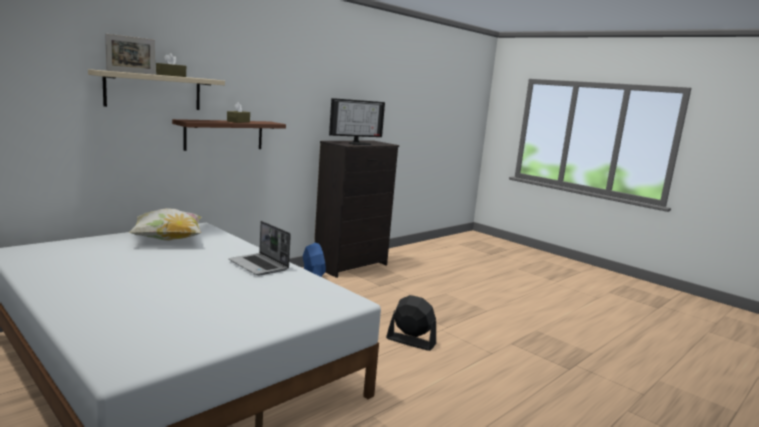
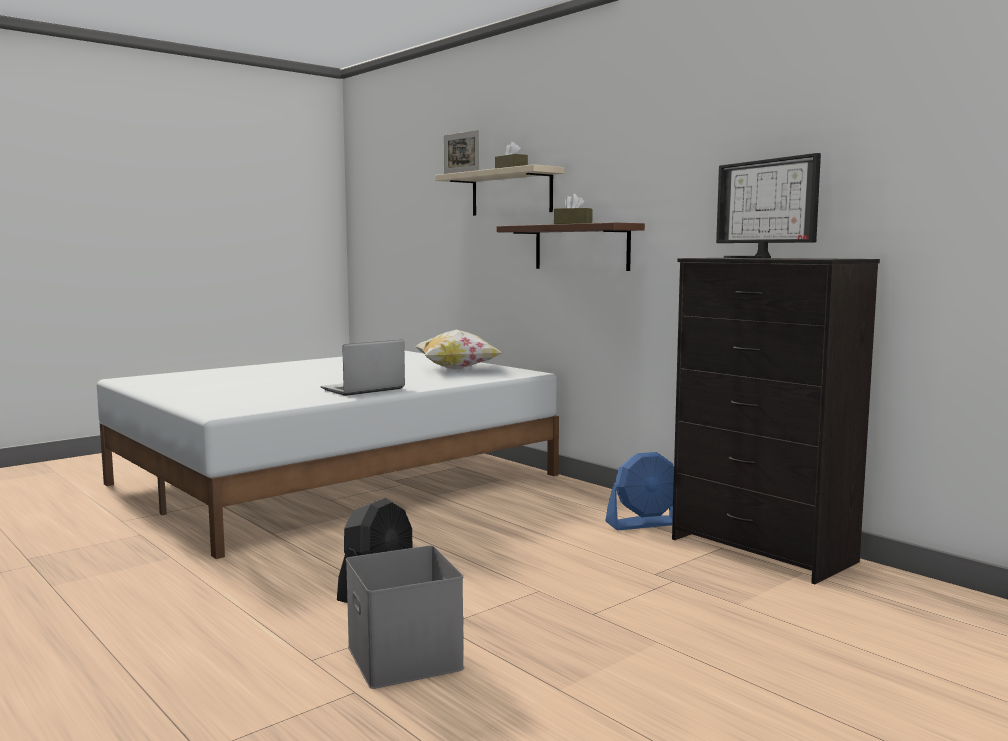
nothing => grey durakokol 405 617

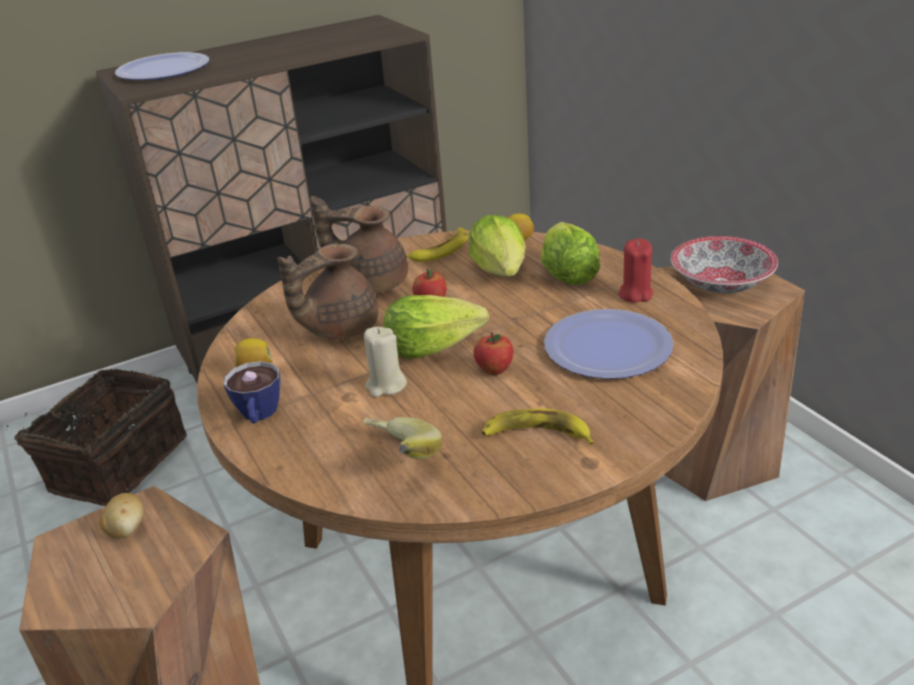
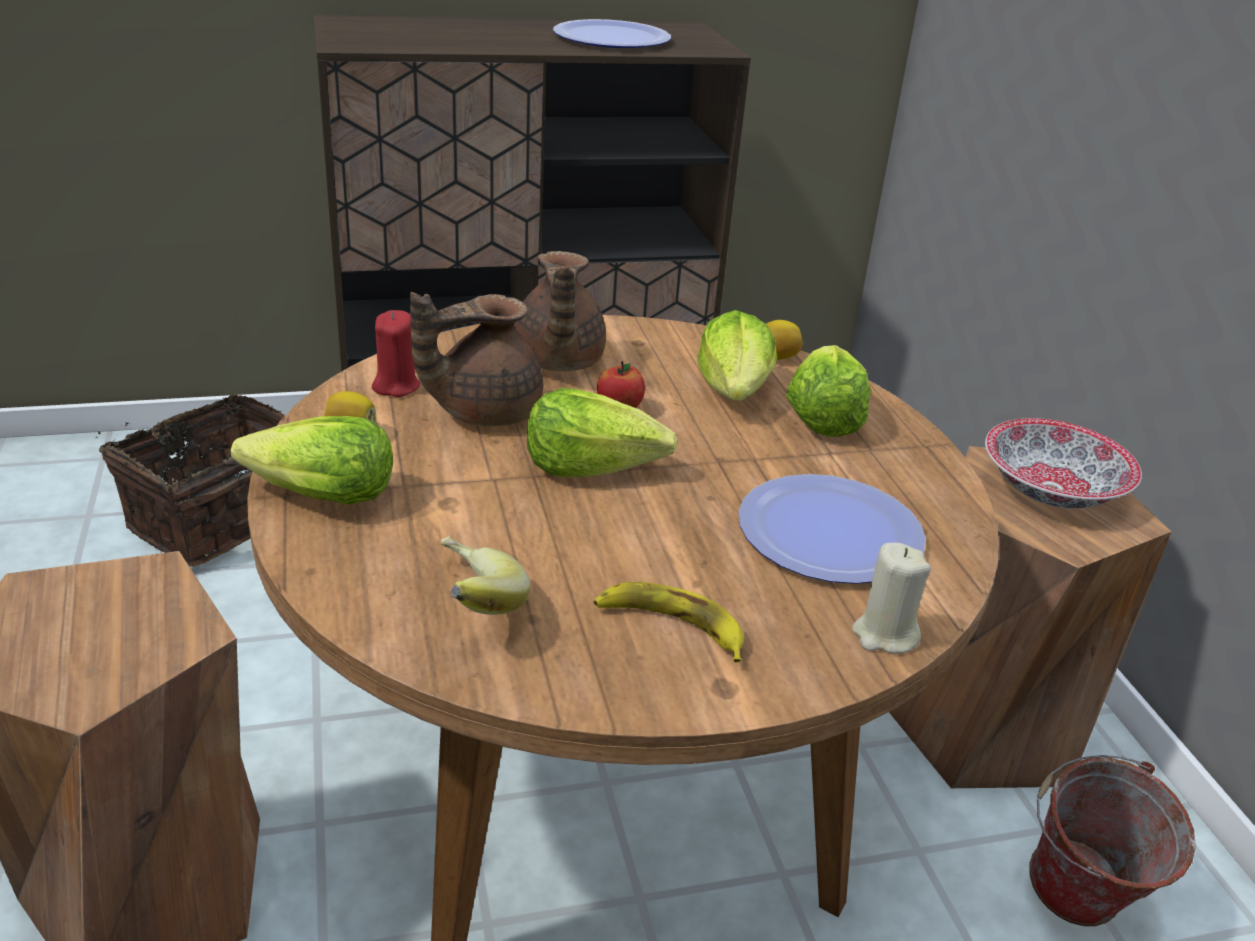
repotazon 121 515 => nothing
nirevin 162 66 => nirevin 612 33, moved
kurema 252 392 => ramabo 312 460
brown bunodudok 359 244 => brown bunodudok 560 311, 120 degrees counterclockwise
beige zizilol 385 362 => beige zizilol 891 598, moved
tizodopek 437 244 => nothing
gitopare 493 353 => nothing
red zizilol 636 271 => red zizilol 396 353, moved
nothing => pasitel 1112 840

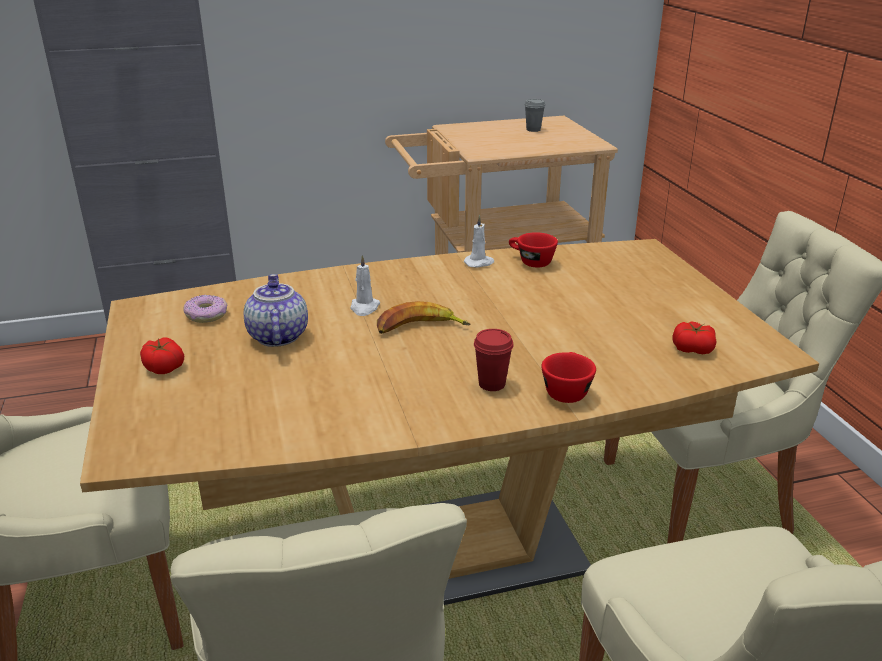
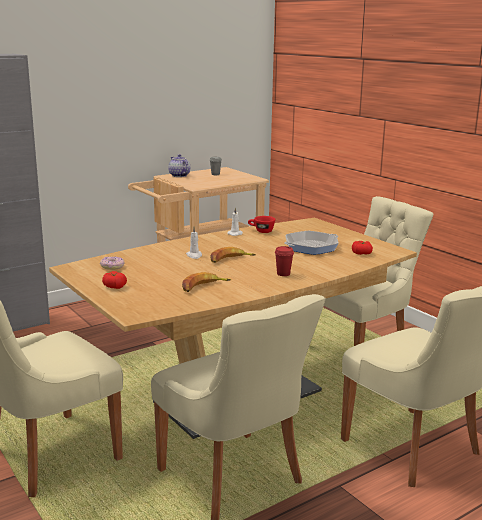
bunodudok 276 310 => bunodudok 179 165, moved
red kurema 568 377 => nothing
nothing => tizodopek 206 282
nothing => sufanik 311 243

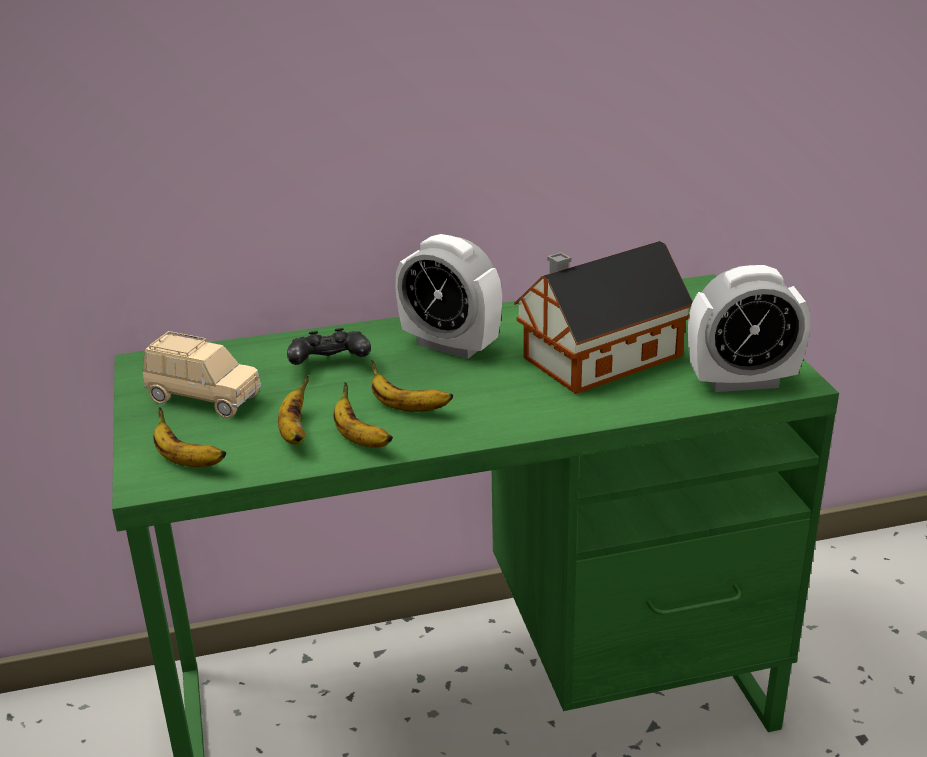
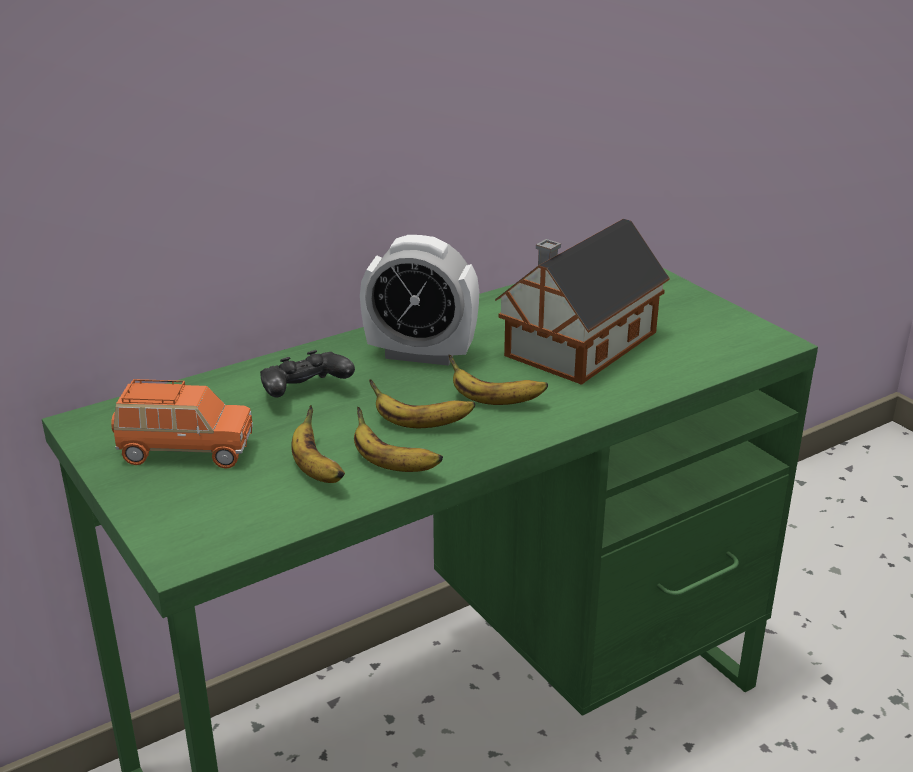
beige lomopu 202 375 => orange lomopu 182 424
tizodopek 189 437 => tizodopek 498 380, moved
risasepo 749 328 => nothing

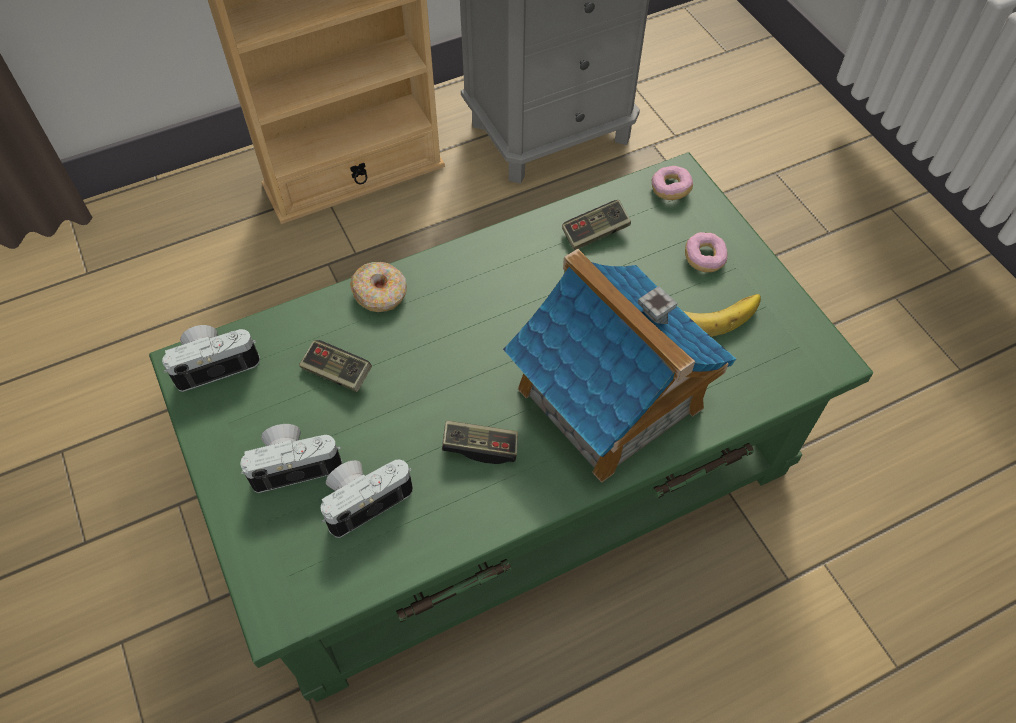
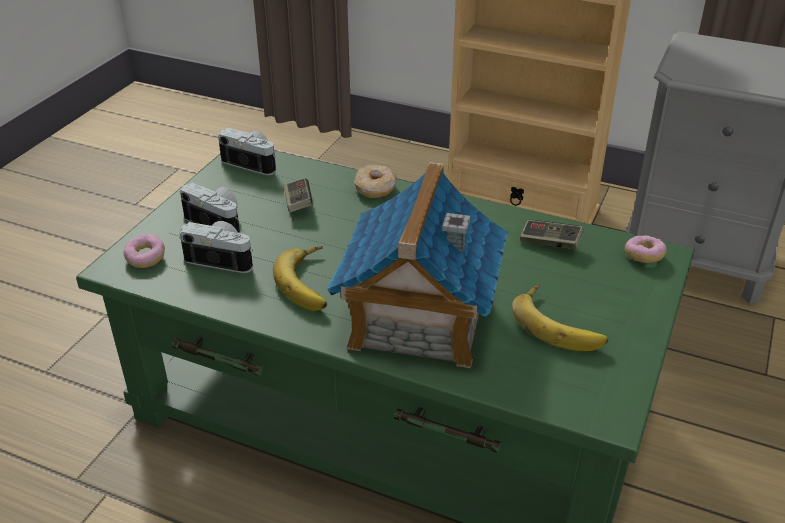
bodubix 480 442 => tizodopek 300 278
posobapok 706 252 => posobapok 144 251, moved

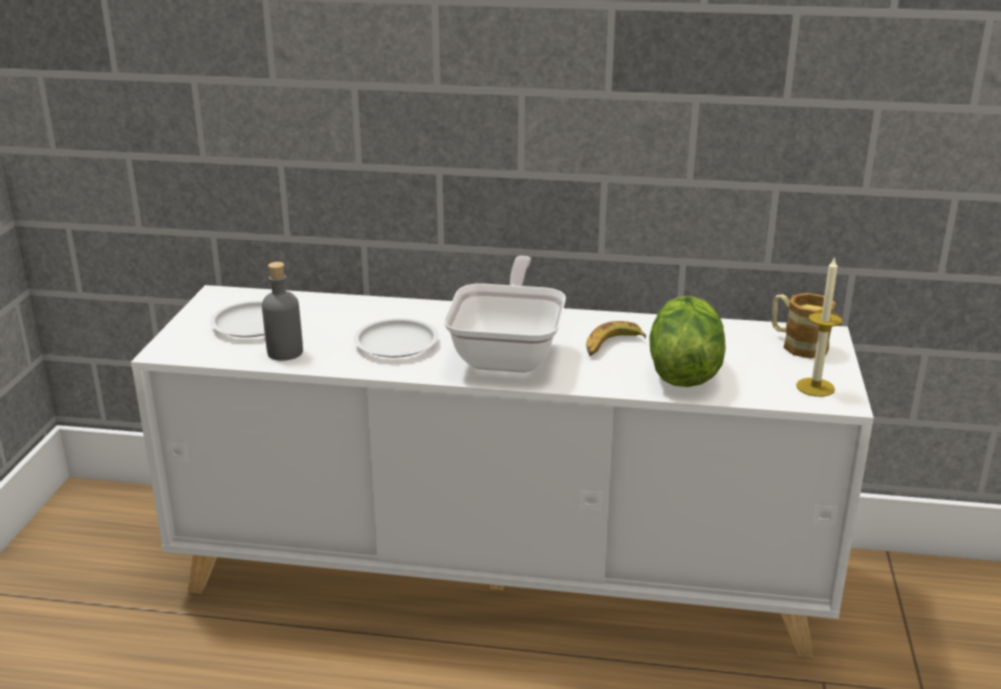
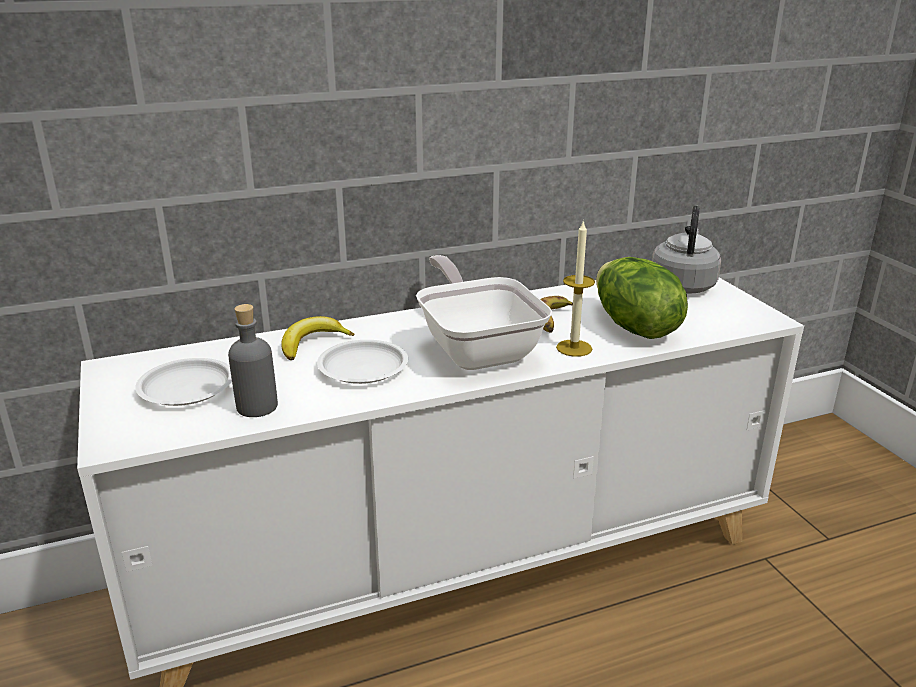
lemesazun 804 326 => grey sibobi 686 249
zizilol 819 326 => zizilol 575 288, moved
nothing => tizodopek 318 338

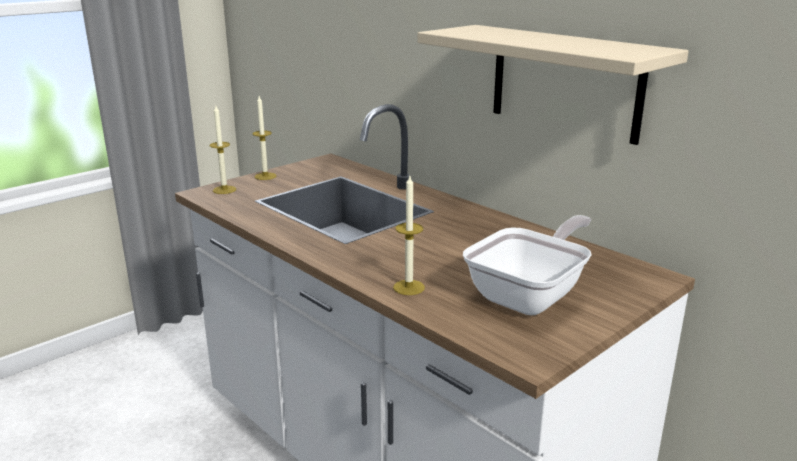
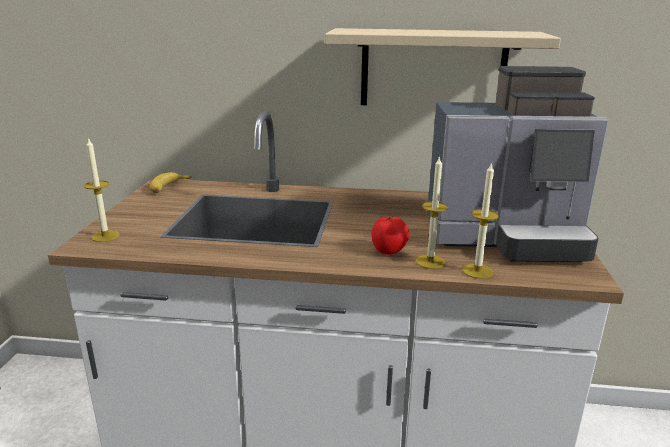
zizilol 264 138 => zizilol 480 220, moved
sufanik 527 265 => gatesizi 518 164
nothing => tizodopek 170 182
nothing => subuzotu 390 235

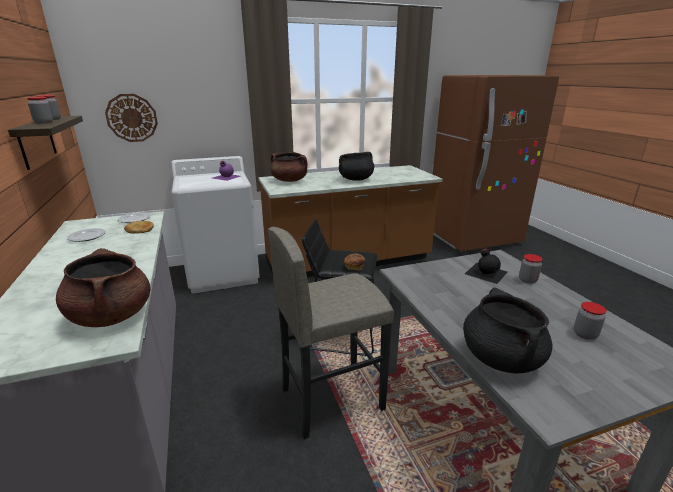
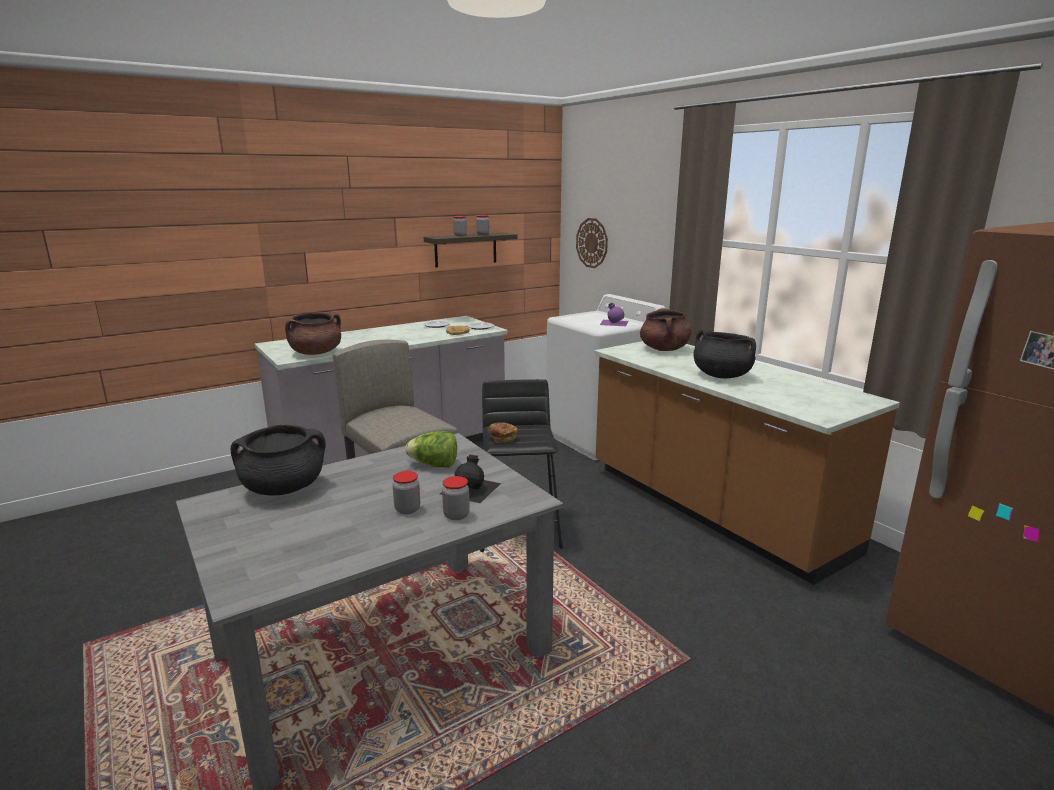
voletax 590 321 => voletax 406 492, moved
nothing => ramabo 431 449

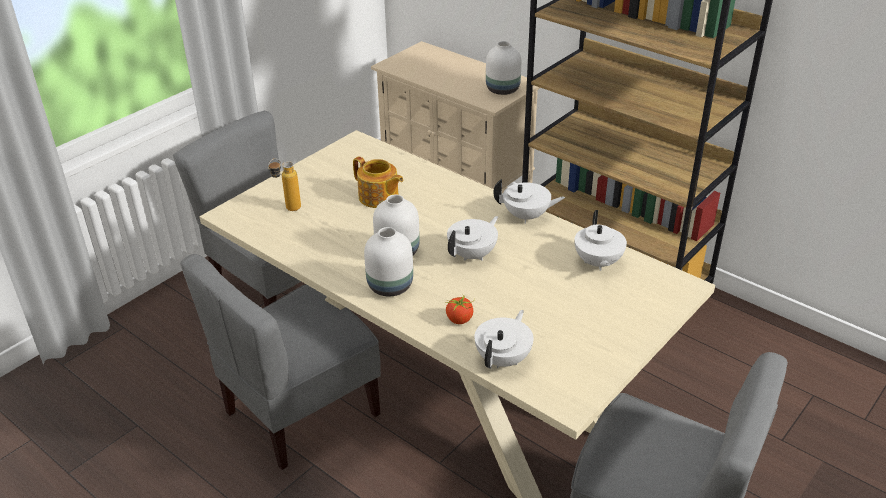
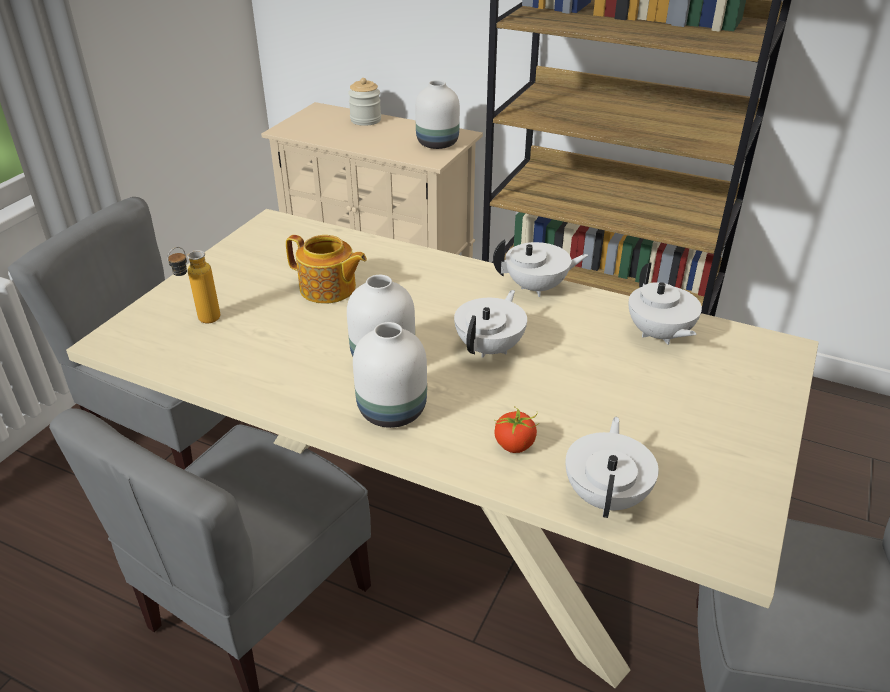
nothing => voletax 364 102

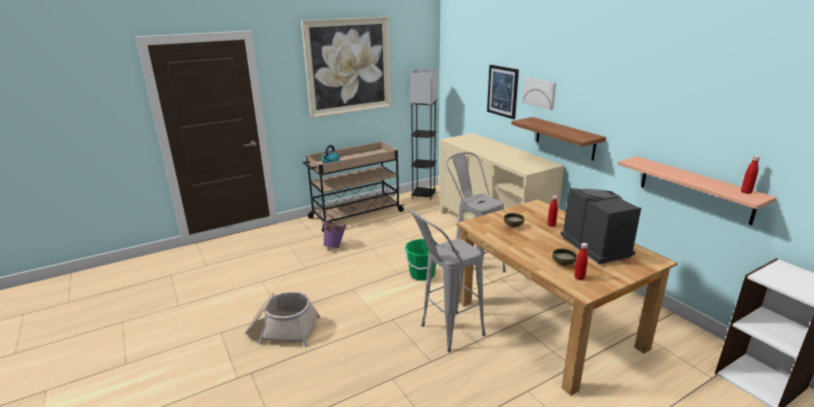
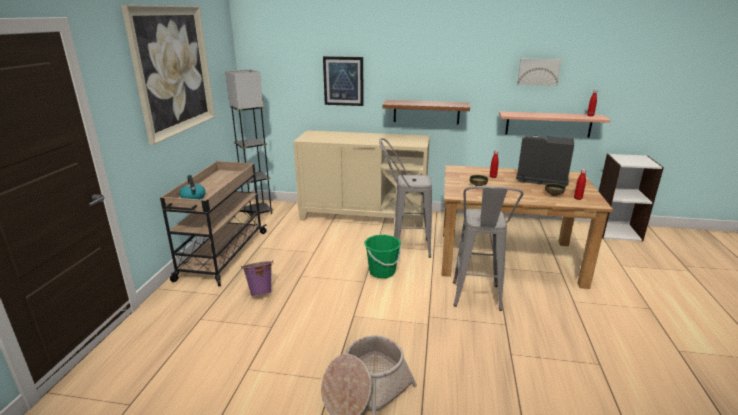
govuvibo 539 93 => govuvibo 539 72, moved

